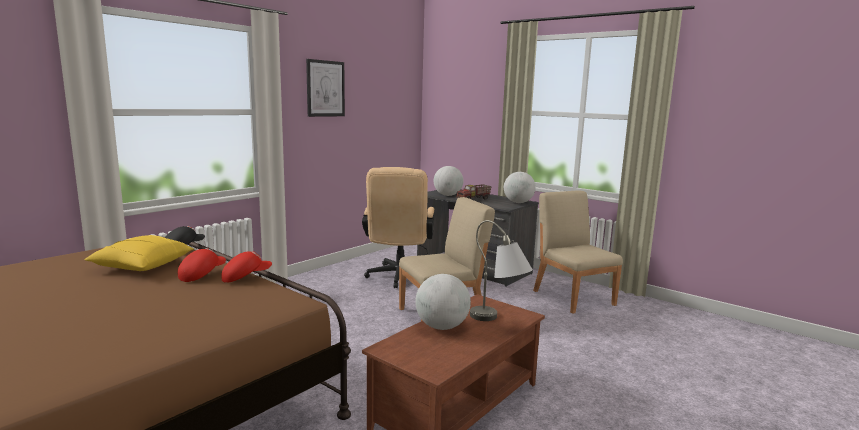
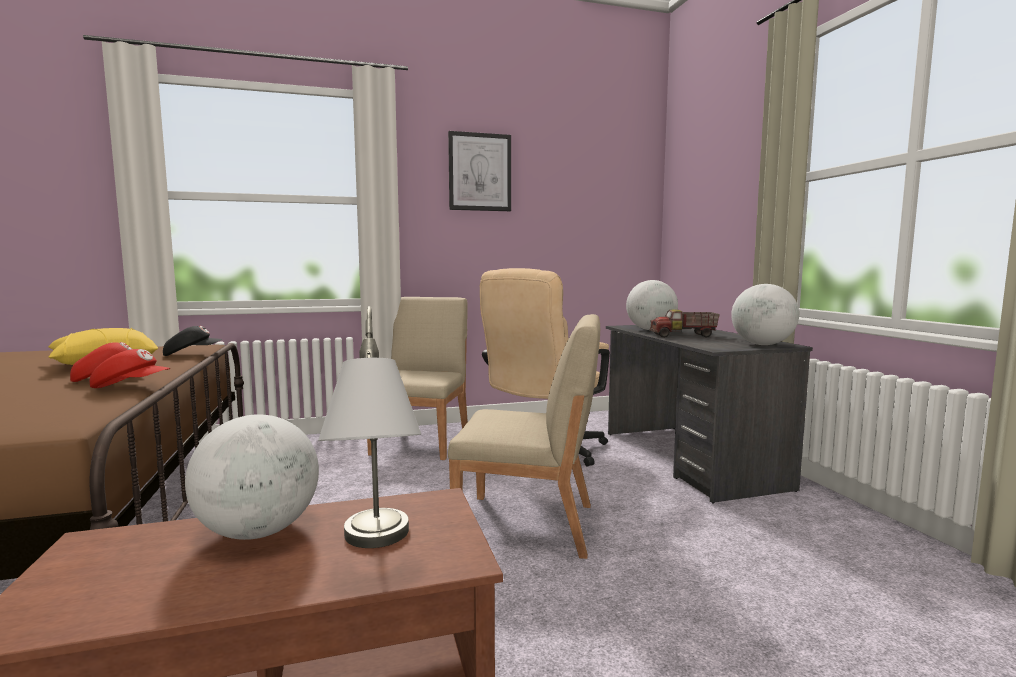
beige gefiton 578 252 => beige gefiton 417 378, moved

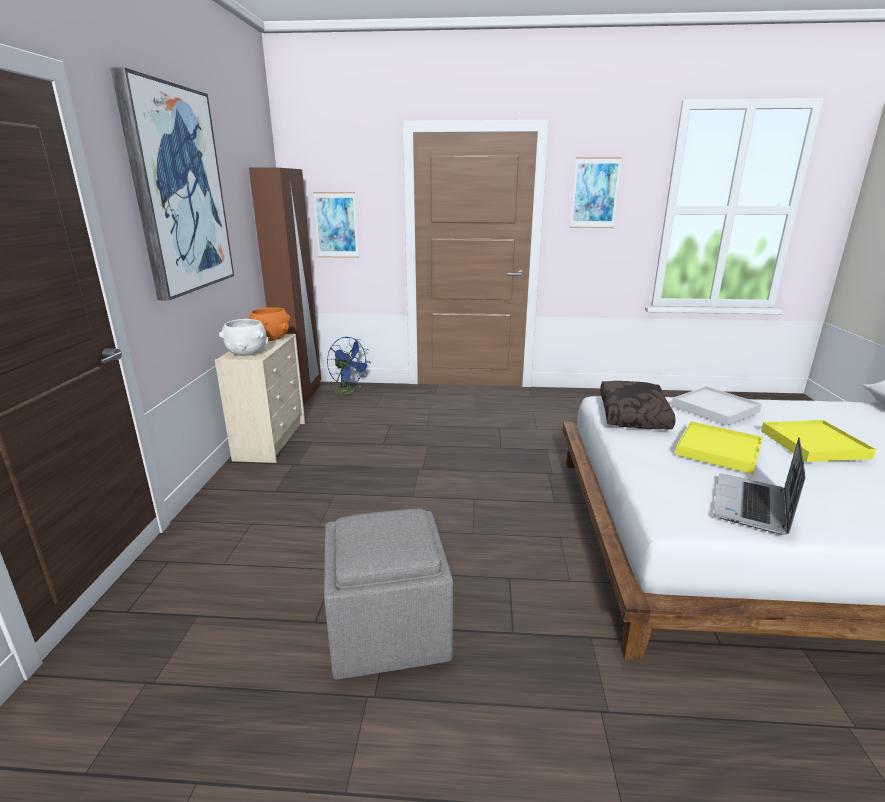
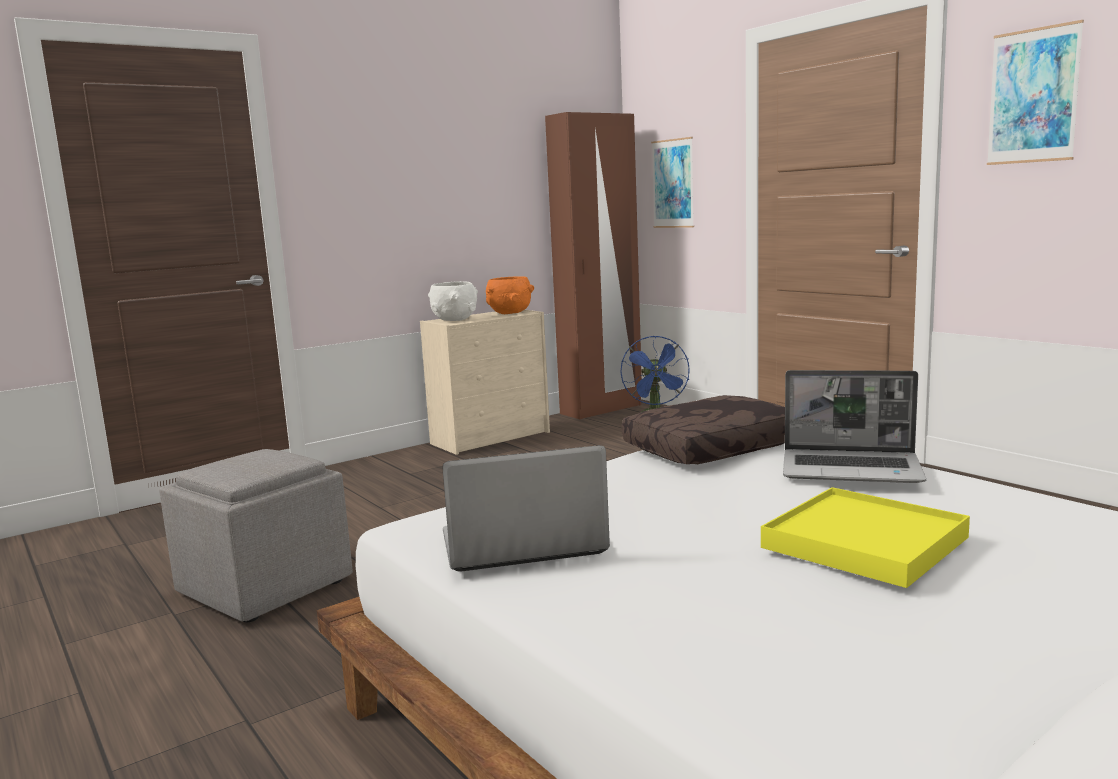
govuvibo 172 183 => nothing
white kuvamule 717 406 => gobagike 854 426
yellow kuvamule 719 447 => nothing

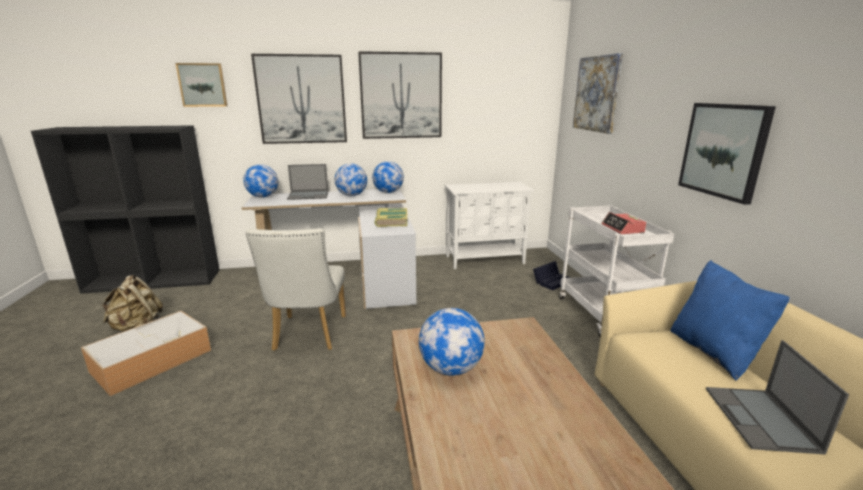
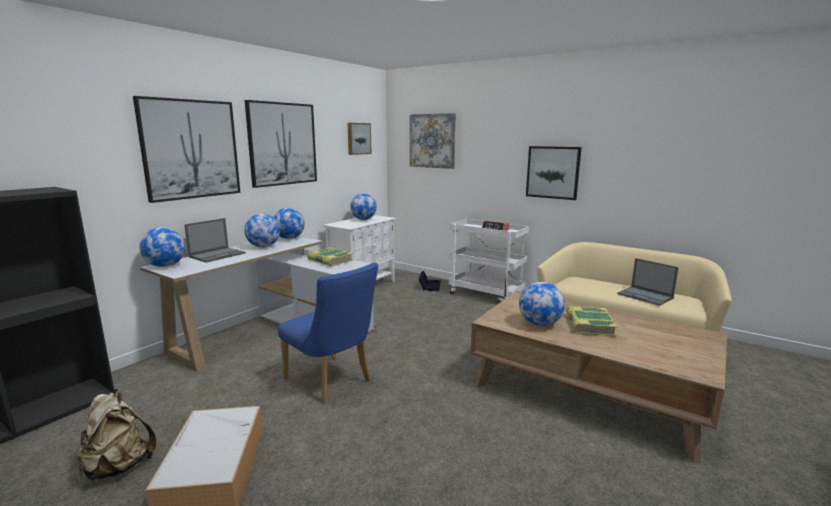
govuvibo 201 85 => govuvibo 360 139, moved
white gefiton 296 289 => blue gefiton 328 333
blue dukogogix 730 320 => nothing
nothing => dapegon 363 206
nothing => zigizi 591 321

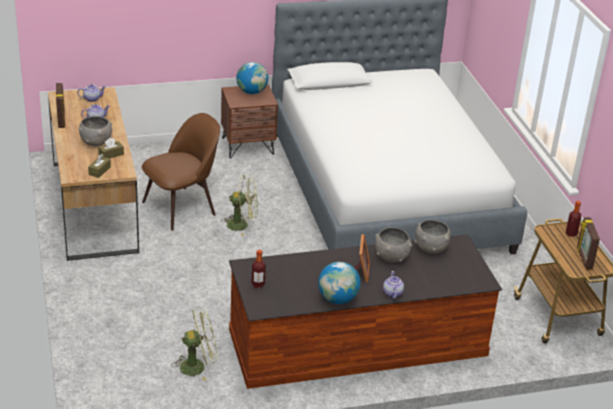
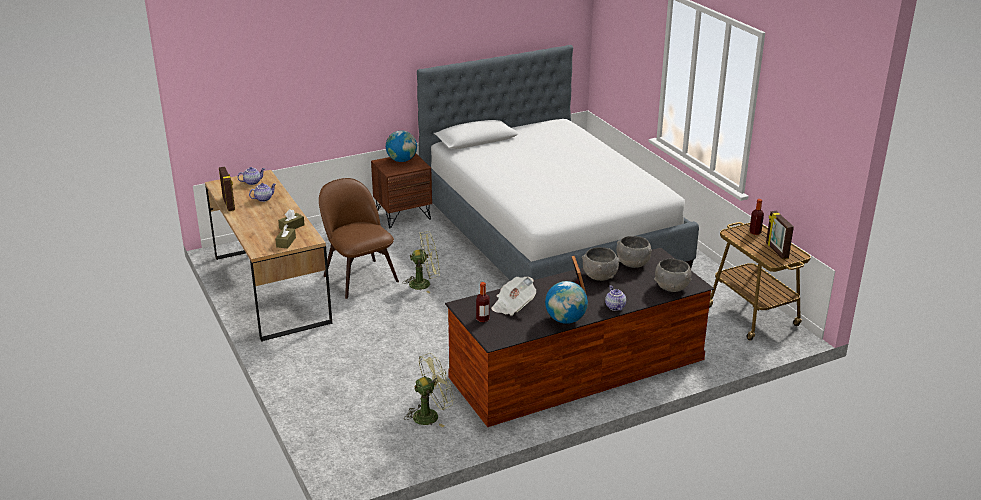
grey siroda 95 131 => grey siroda 672 275, moved
brown gefiton 181 172 => brown gefiton 359 238, 75 degrees counterclockwise
nothing => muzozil 513 296

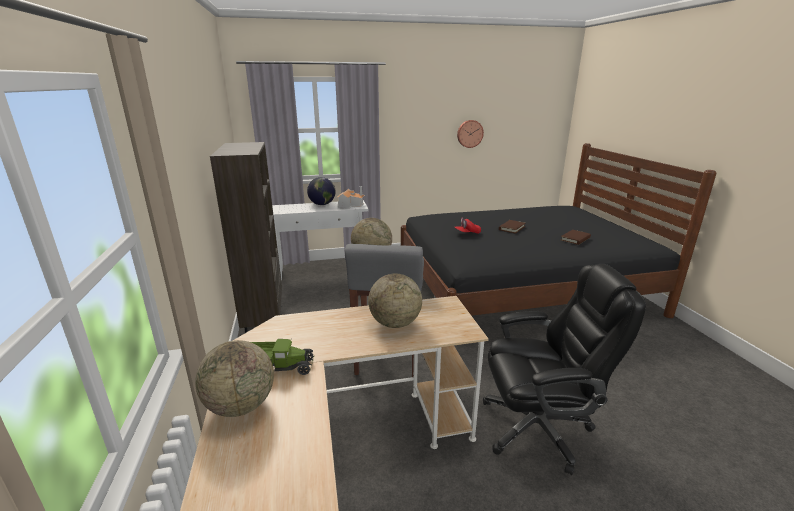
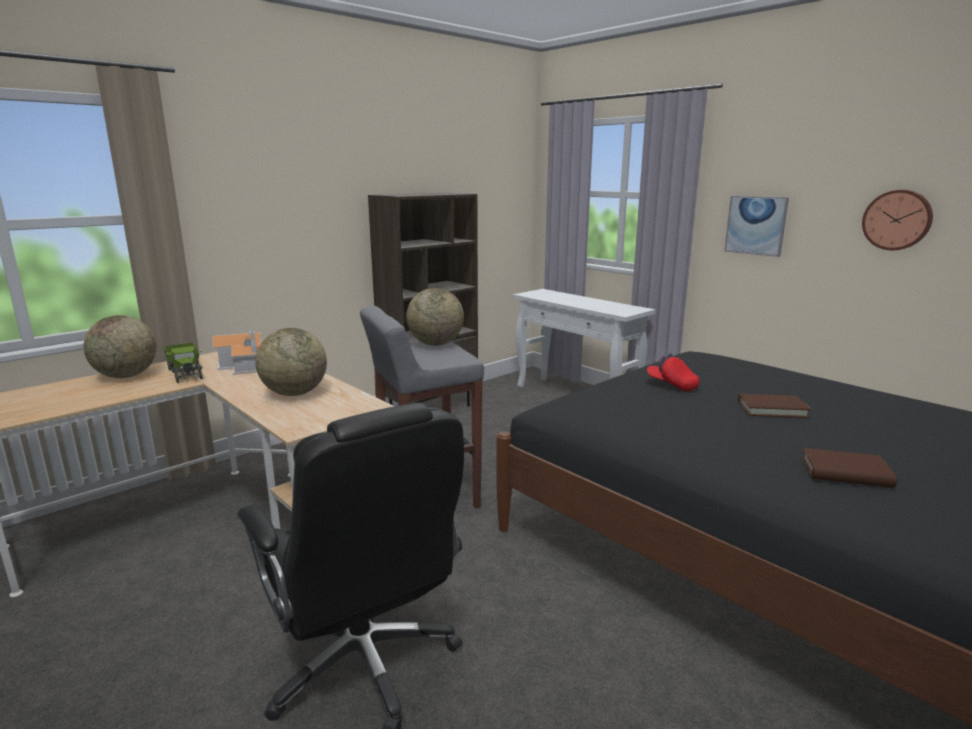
dapegon 321 191 => nothing
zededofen 350 197 => zededofen 236 353, moved
nothing => govuvibo 756 226

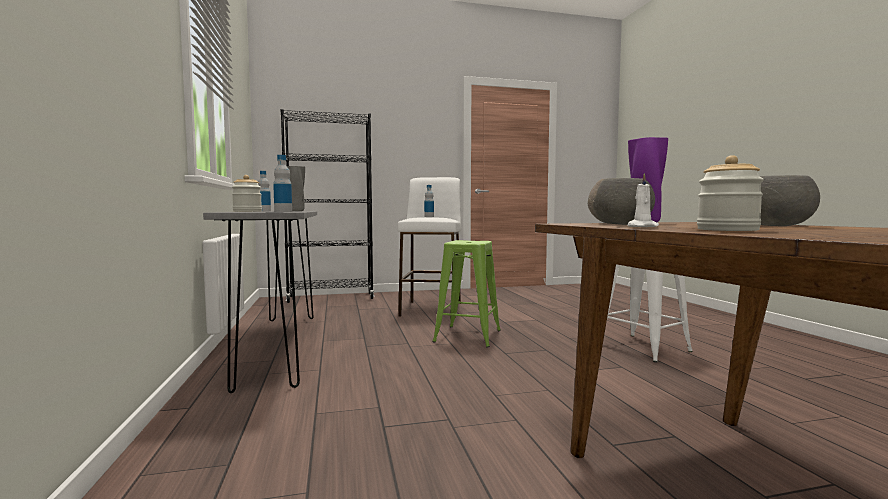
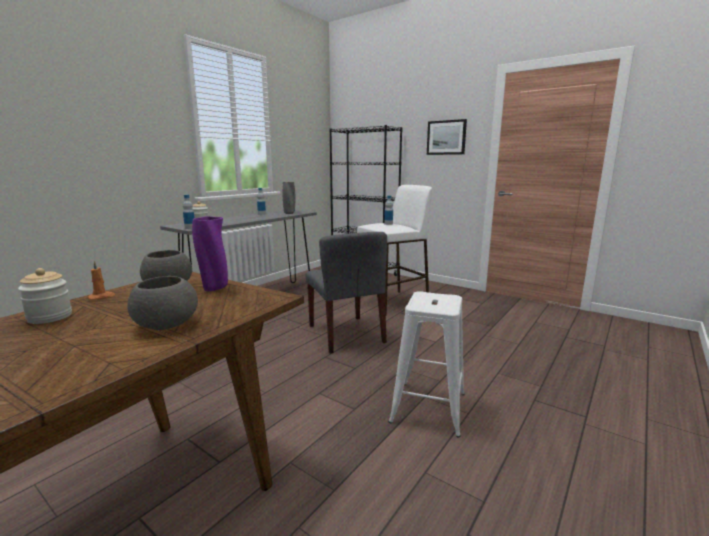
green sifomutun 466 294 => grey gefiton 346 293
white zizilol 643 200 => orange zizilol 101 280
nothing => govuvibo 447 137

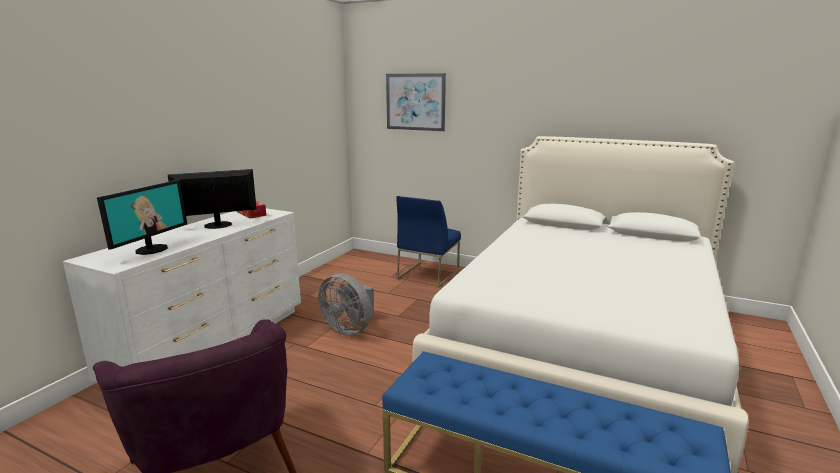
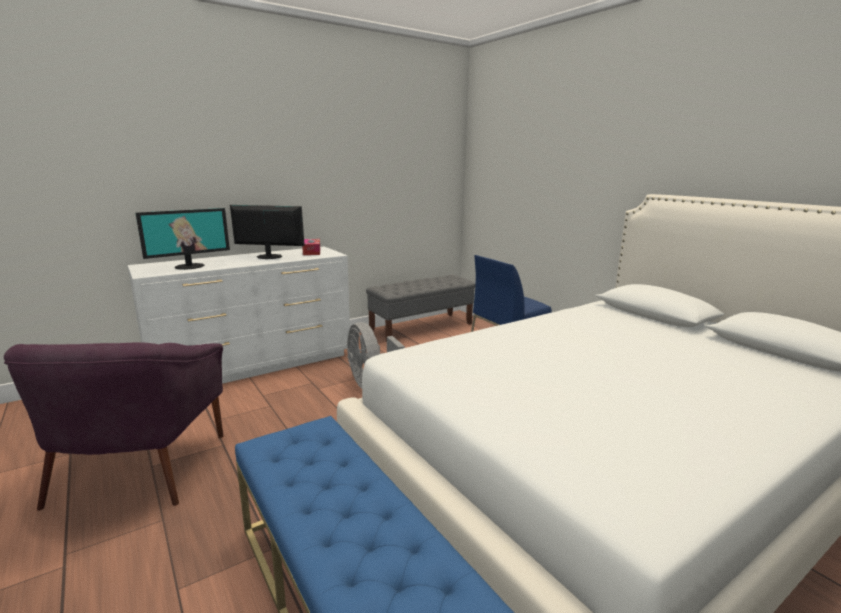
govuvibo 416 102 => nothing
nothing => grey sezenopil 420 308

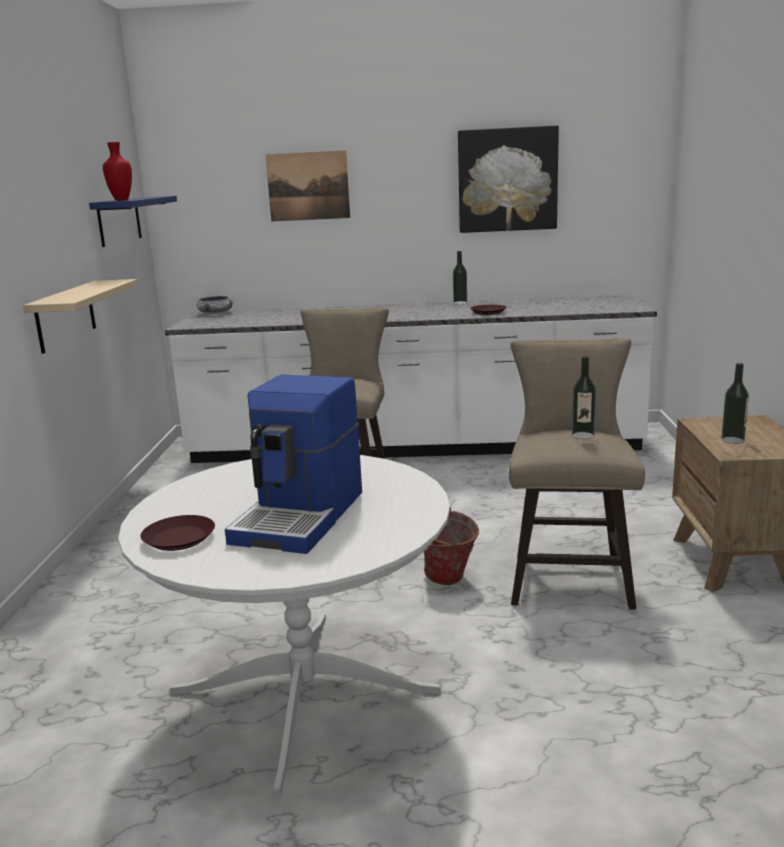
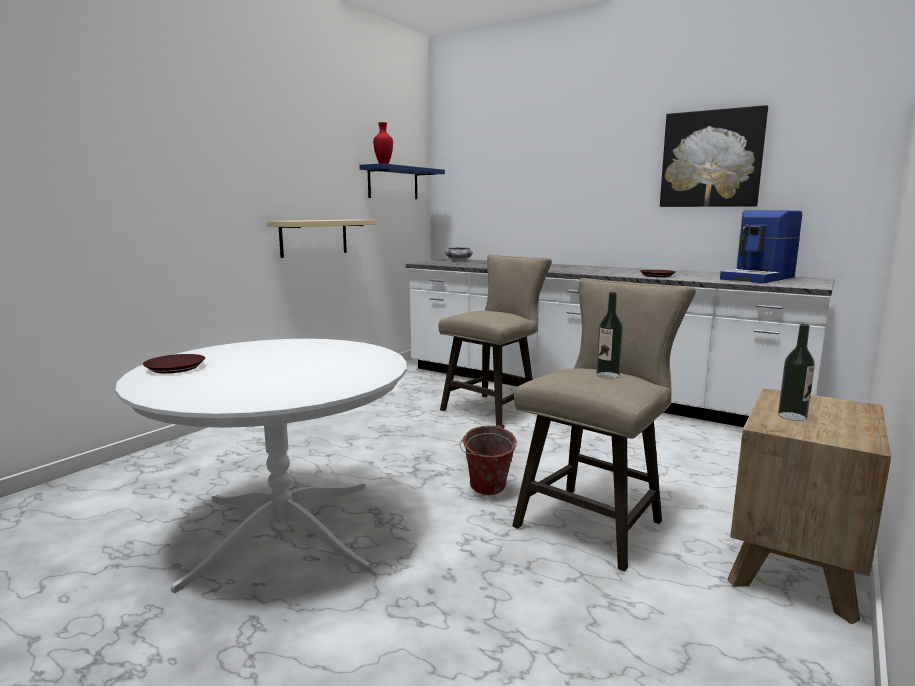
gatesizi 293 464 => gatesizi 761 247, moved
govuvibo 307 186 => nothing
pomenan 460 277 => nothing

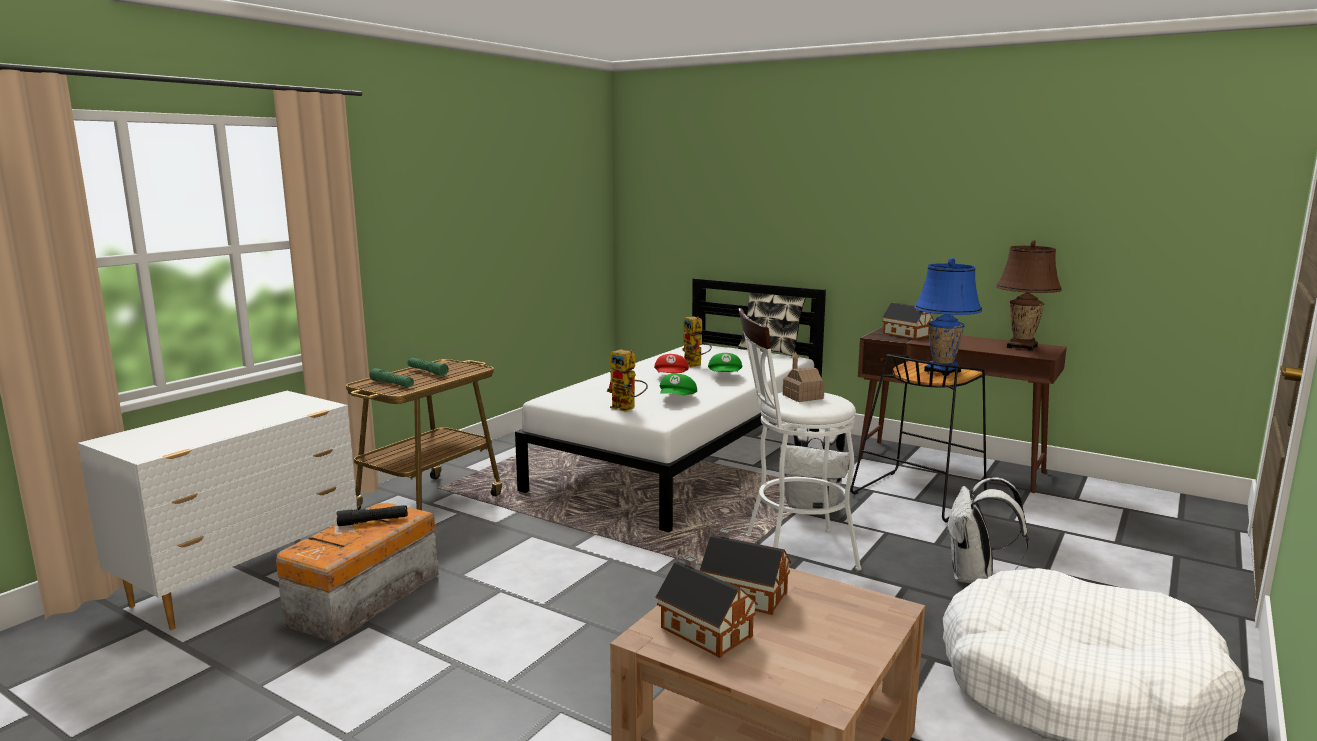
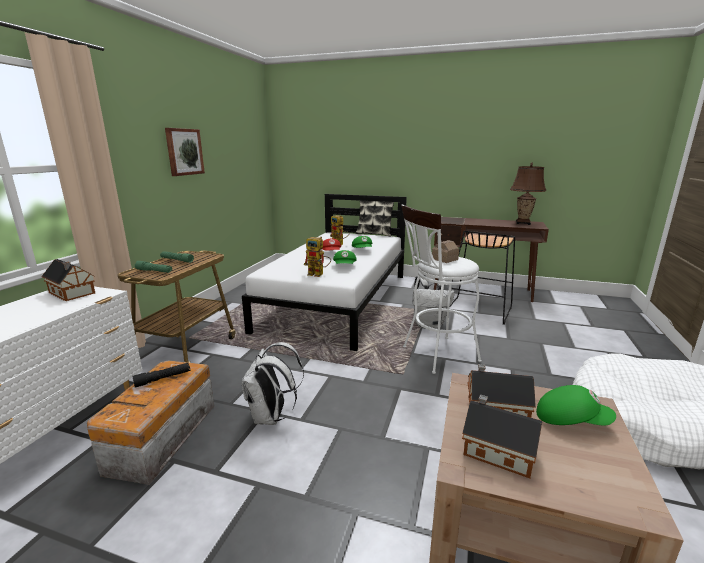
zededofen 908 320 => zededofen 68 280, moved
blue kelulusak 948 317 => nothing
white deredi 988 530 => white deredi 273 383, moved
nothing => govuvibo 185 152
nothing => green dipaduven 576 405

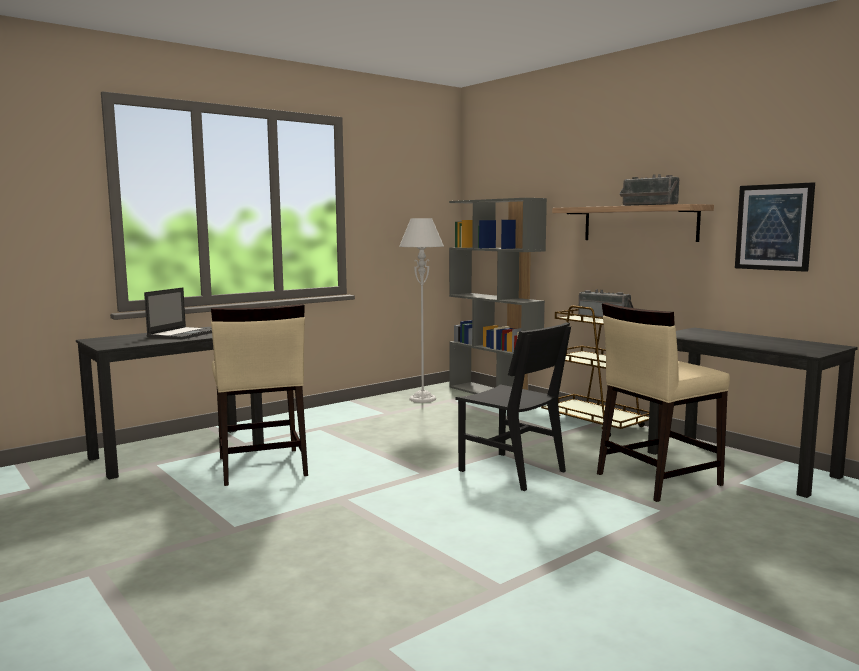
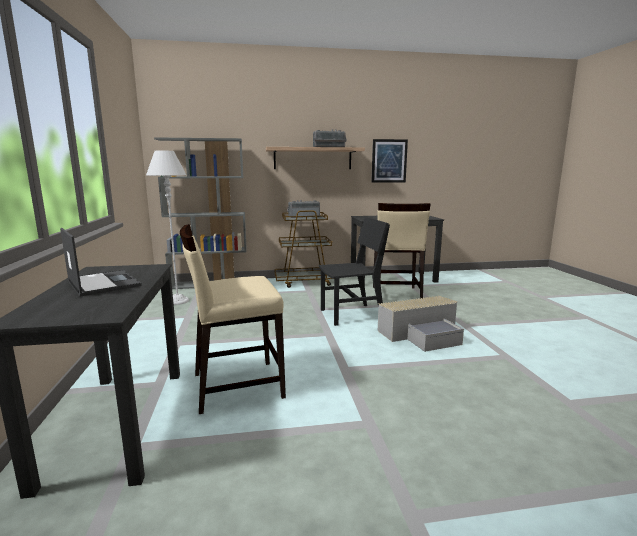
beige gefiton 259 395 => beige gefiton 233 319, 150 degrees clockwise
nothing => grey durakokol 421 324

